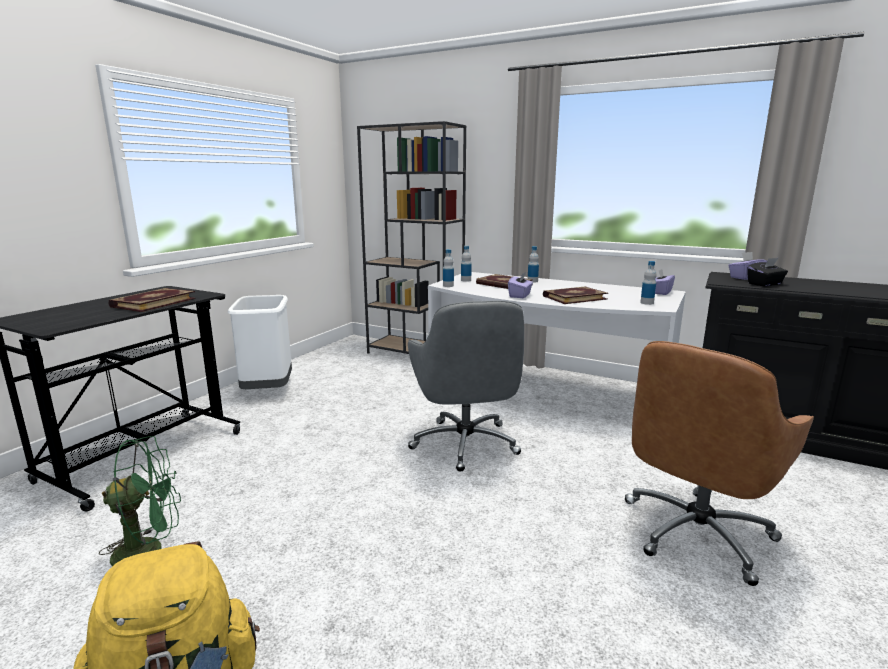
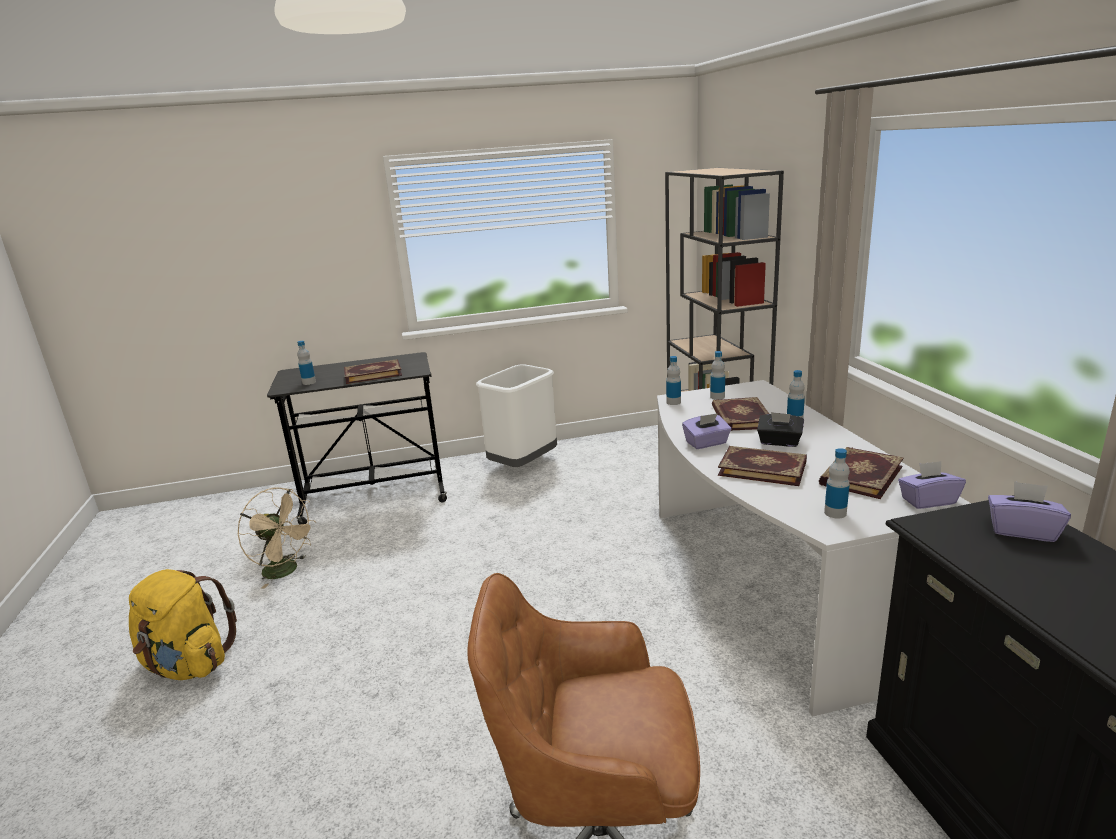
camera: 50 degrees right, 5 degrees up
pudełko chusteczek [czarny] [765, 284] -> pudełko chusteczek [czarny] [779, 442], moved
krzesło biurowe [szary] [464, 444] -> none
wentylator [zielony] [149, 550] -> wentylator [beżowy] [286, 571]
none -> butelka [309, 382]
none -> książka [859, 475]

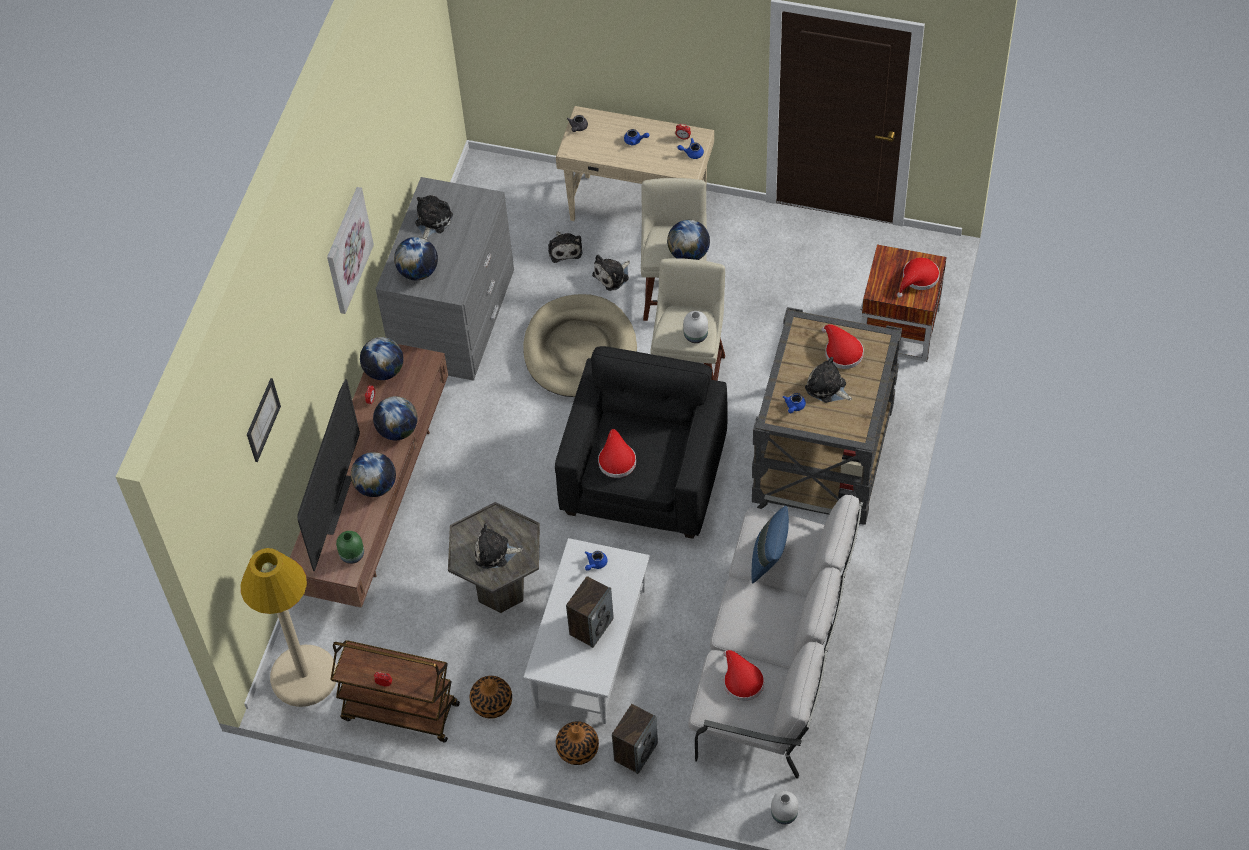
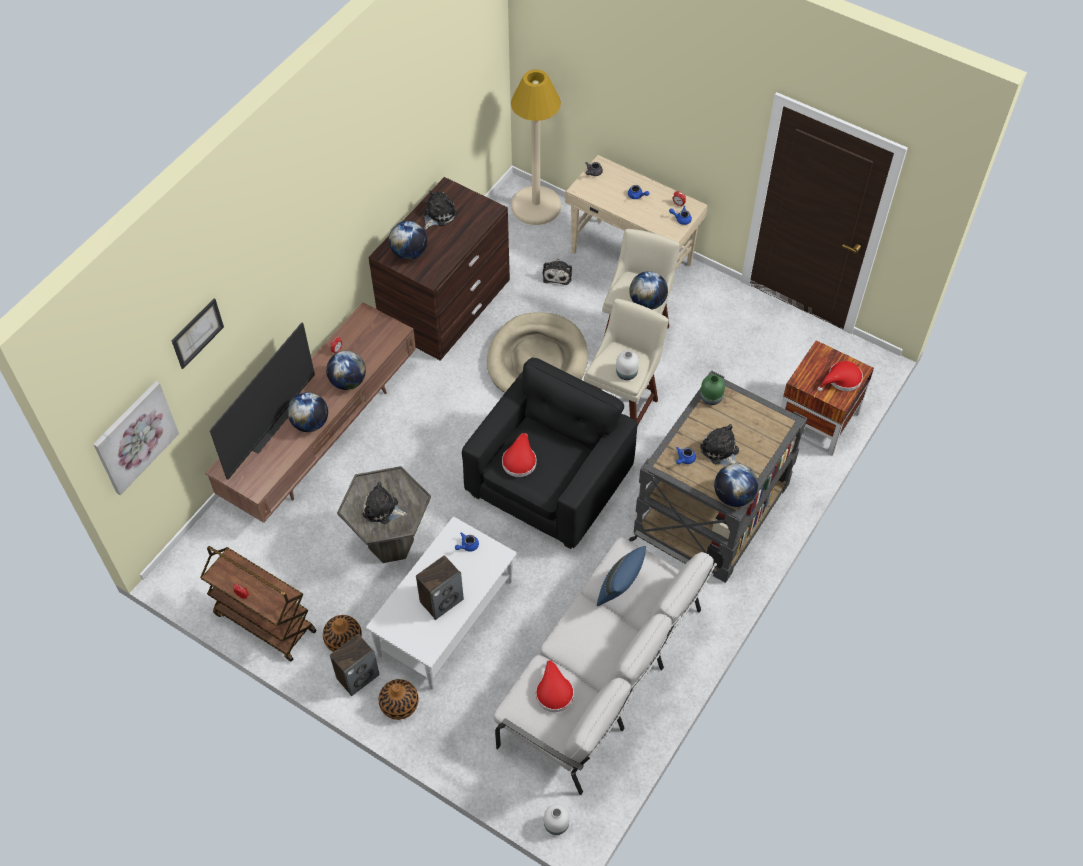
camera: 15 degrees right, 0 degrees up
komoda [szary] [453, 316] -> komoda [brązowy] [445, 303]
obraz [347, 250] -> obraz [135, 437], moved
pluszak [612, 276] -> none
kapelusz [czerwony] [841, 351] -> none
globus [384, 371] -> globus [733, 496], moved
wazon [zielony] [351, 555] -> wazon [zielony] [710, 398], moved
lampa stojąca [beżowy] [304, 676] -> lampa stojąca [beżowy] [536, 206], moved
głośnik [635, 752] -> głośnik [358, 676], moved

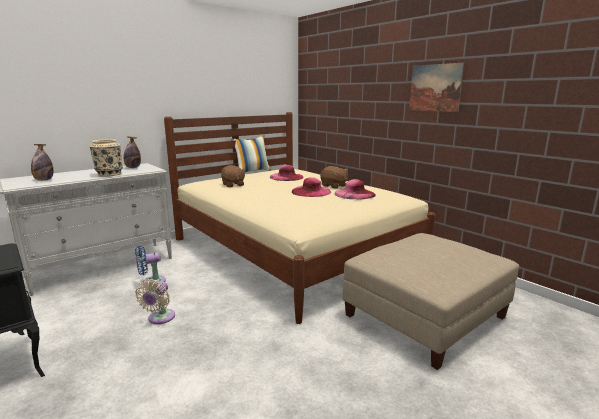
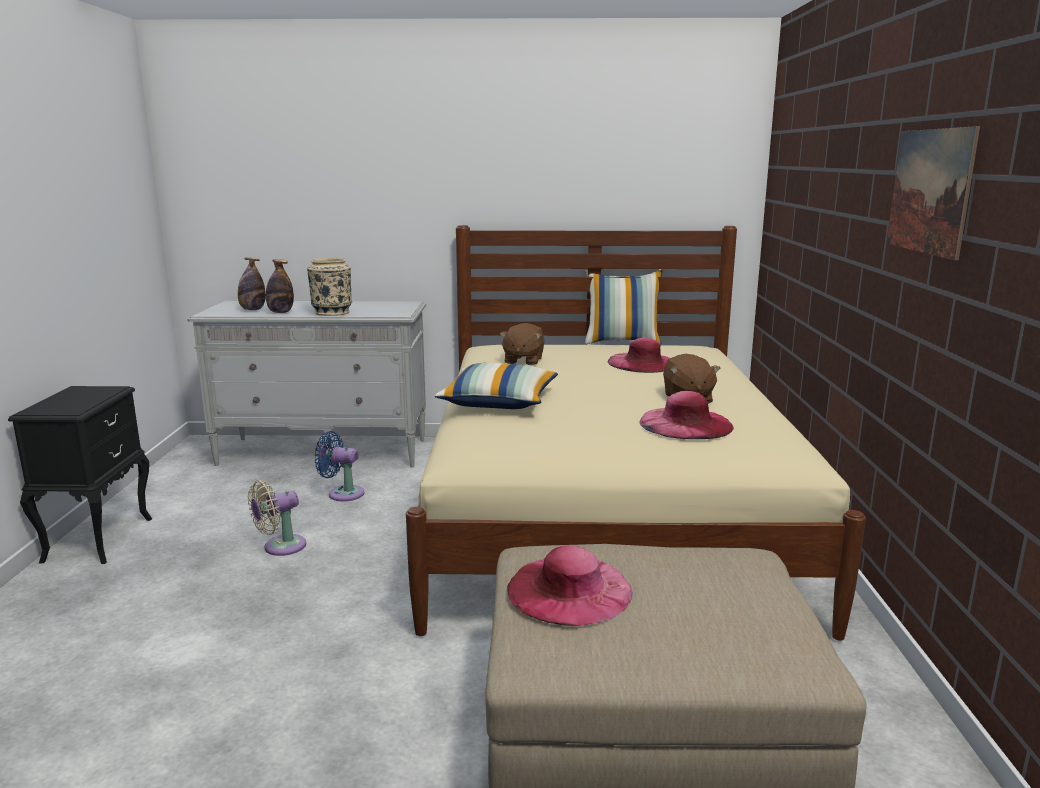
camera: 40 degrees right, 0 degrees up
butelka [133, 167] -> butelka [280, 312], moved
kapelusz [różowy] [311, 191] -> kapelusz [różowy] [569, 590], moved
none -> poduszka [499, 403]

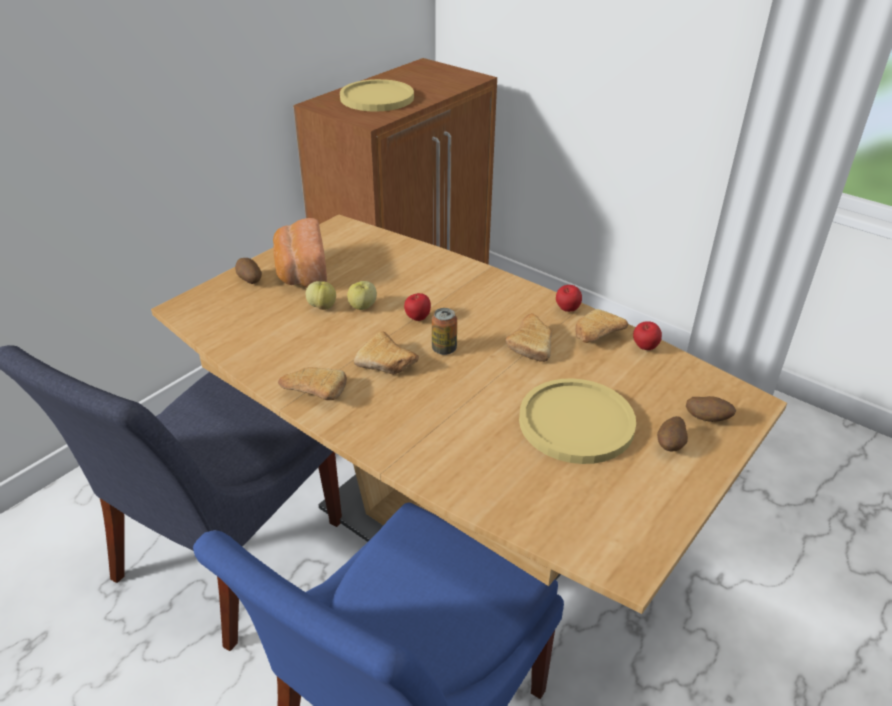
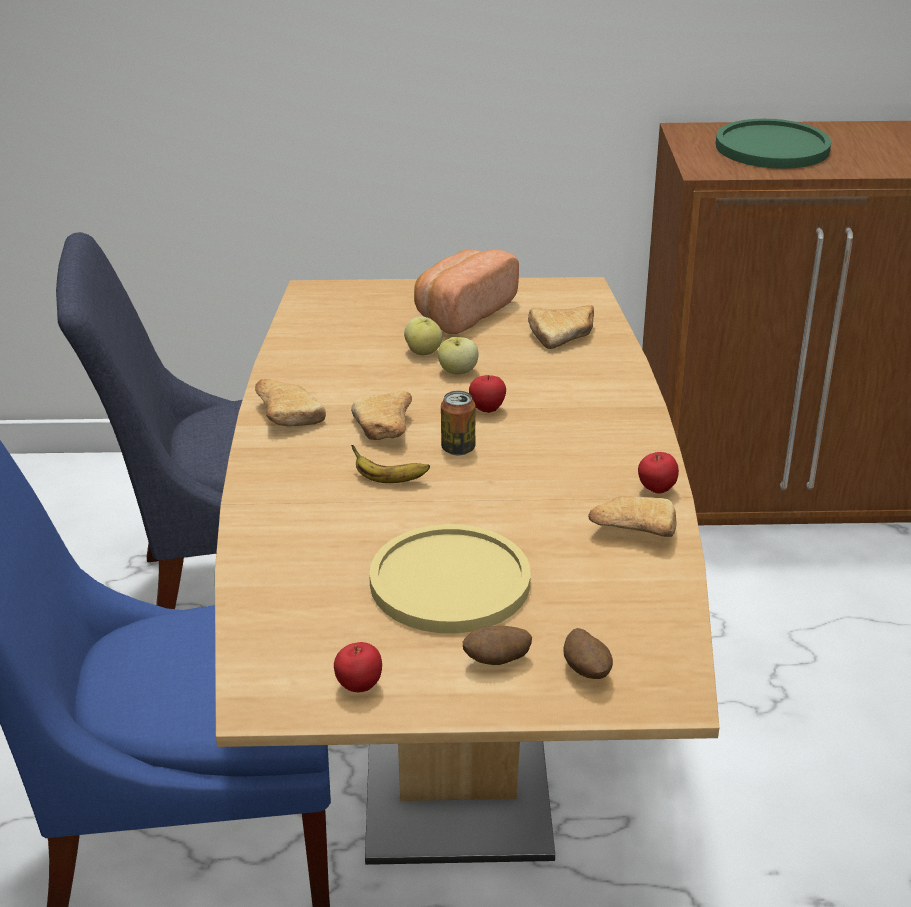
camera: 50 degrees right, 5 degrees down
talerz [żółty] [377, 98] -> talerz [zielony] [772, 147]
ziemniak [249, 280] -> none
chleb [531, 344] -> chleb [565, 335], moved
jabłko [644, 348] -> jabłko [359, 687], moved
none -> banan [388, 480]

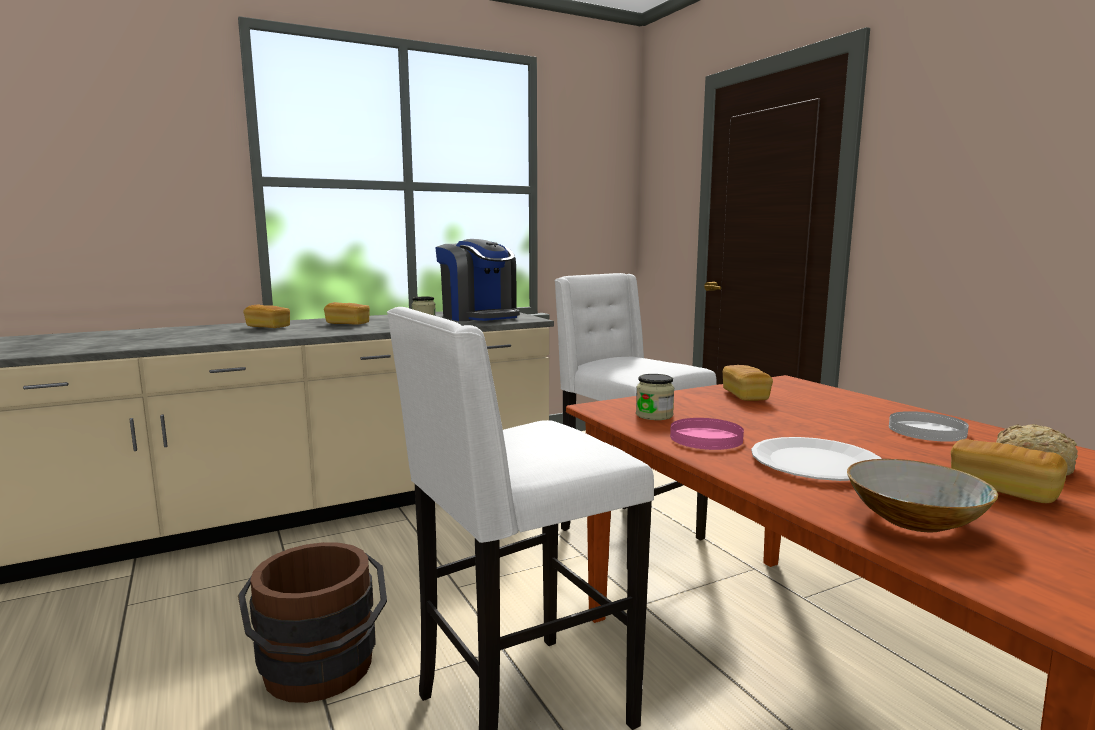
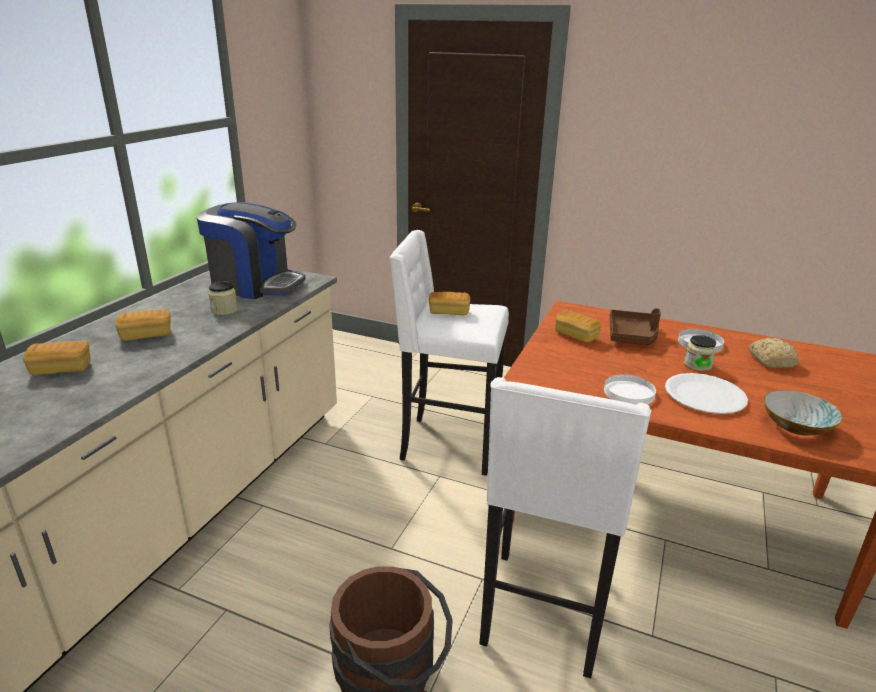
camera: 40 degrees left, 15 degrees up
słoik [654, 415] -> słoik [697, 365], moved
talerz [różowy] [706, 438] -> talerz [biały] [629, 392]
chleb [1002, 491] -> chleb [449, 312], moved
none -> taca [brązowy] [632, 336]

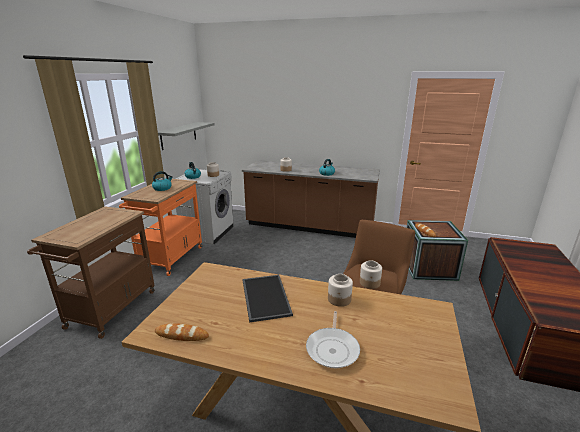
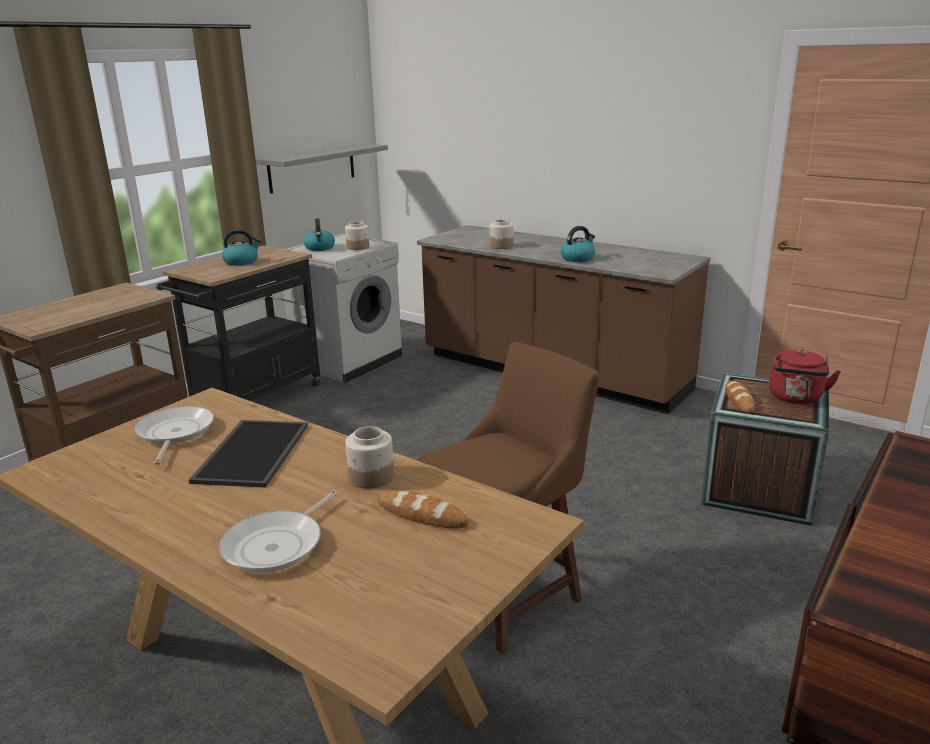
camera: 20 degrees right, 0 degrees up
wózek [pomarańczowy] [170, 259] -> wózek [czarny] [254, 398]
słoik [370, 283] -> none
chleb [182, 335] -> chleb [422, 515], moved
none -> czajnik [czerwony] [795, 398]
none -> patelnia [174, 433]

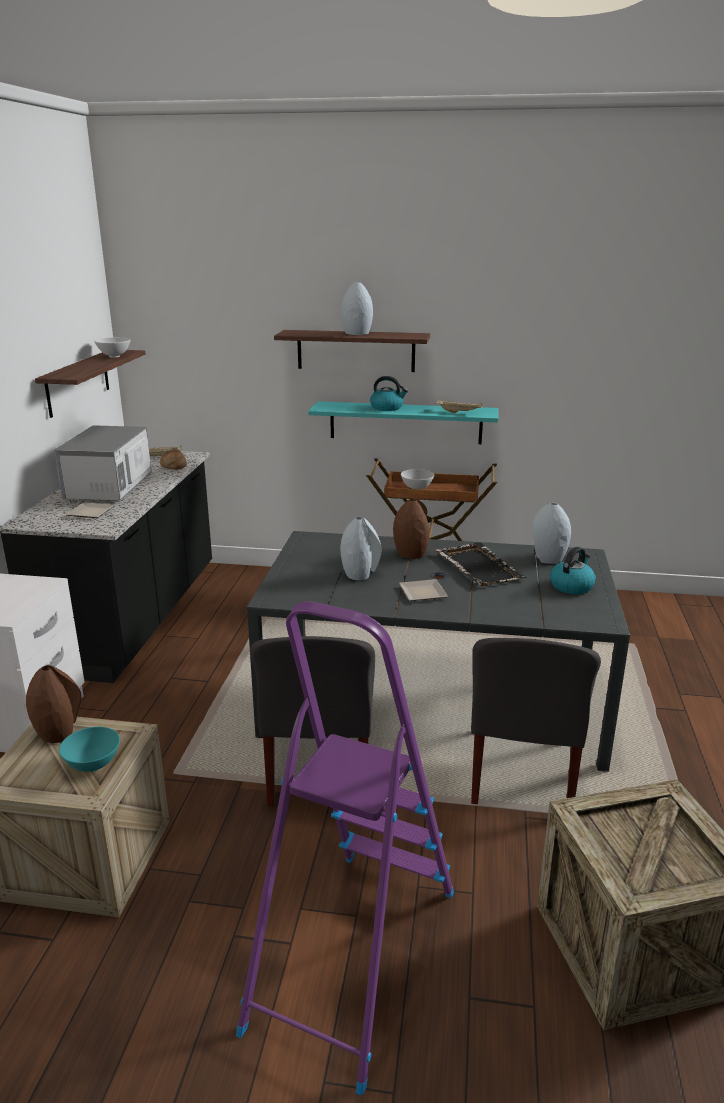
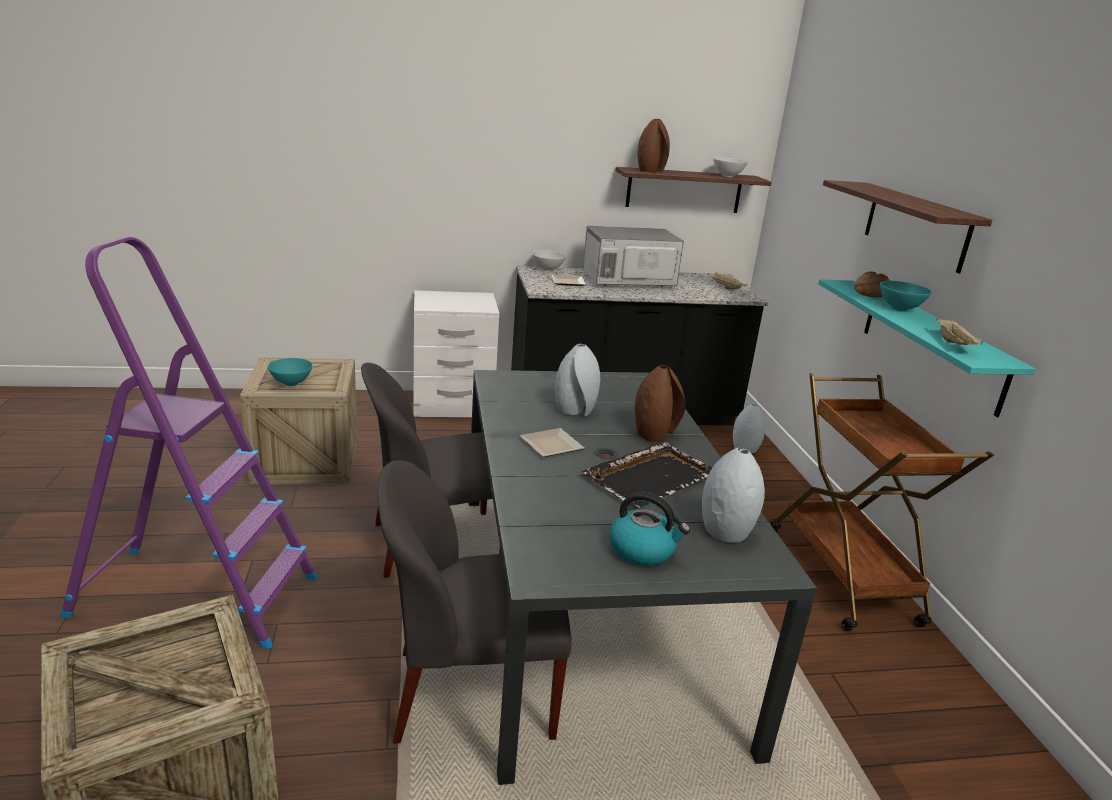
camera: 70 degrees right, 0 degrees up
wazon [szary] [357, 333] -> wazon [szary] [744, 448], moved
czajnik [387, 408] -> miska [turkusowy] [900, 309]
chleb [173, 466] -> chleb [870, 293], moved
miska [biały] [416, 489] -> miska [biały] [547, 269], moved
wazon [brązowy] [58, 732] -> wazon [brązowy] [651, 171], moved

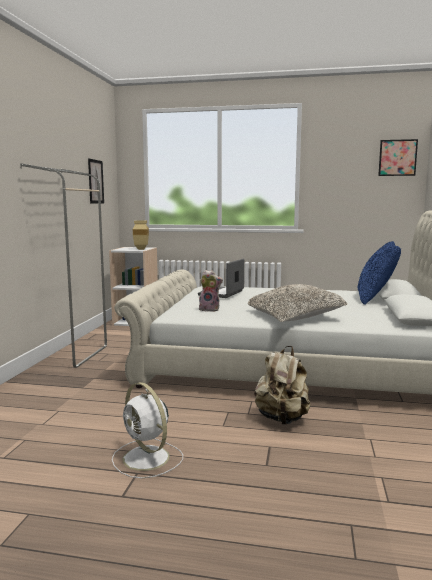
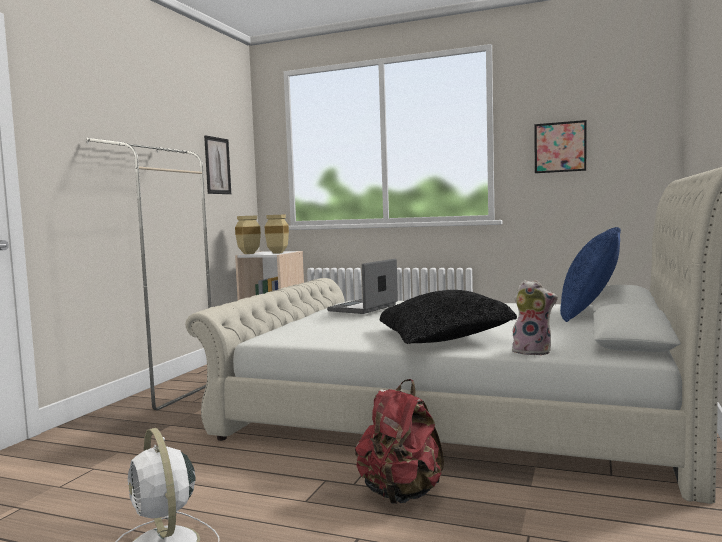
camera: 10 degrees right, 5 degrees down
obraz [397, 157] -> obraz [560, 147], moved
pluszak [210, 309] -> pluszak [533, 351], moved
poduszka [beżowy] [294, 316] -> poduszka [czarny] [442, 337]
plecak [beżowy] [282, 419] -> plecak [czerwony] [401, 494]
none -> wazon [beżowy] [250, 253]

